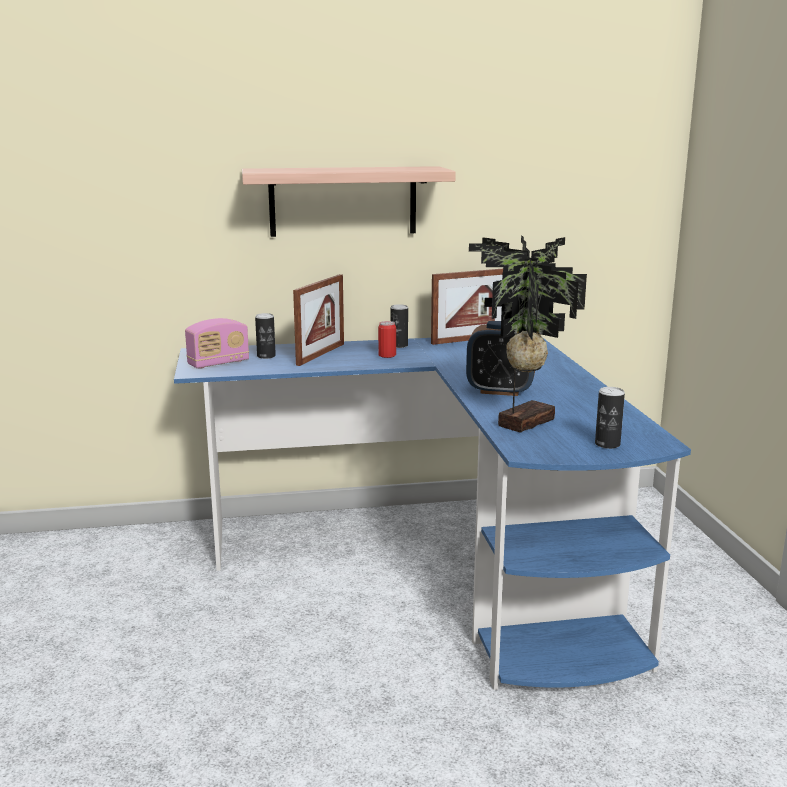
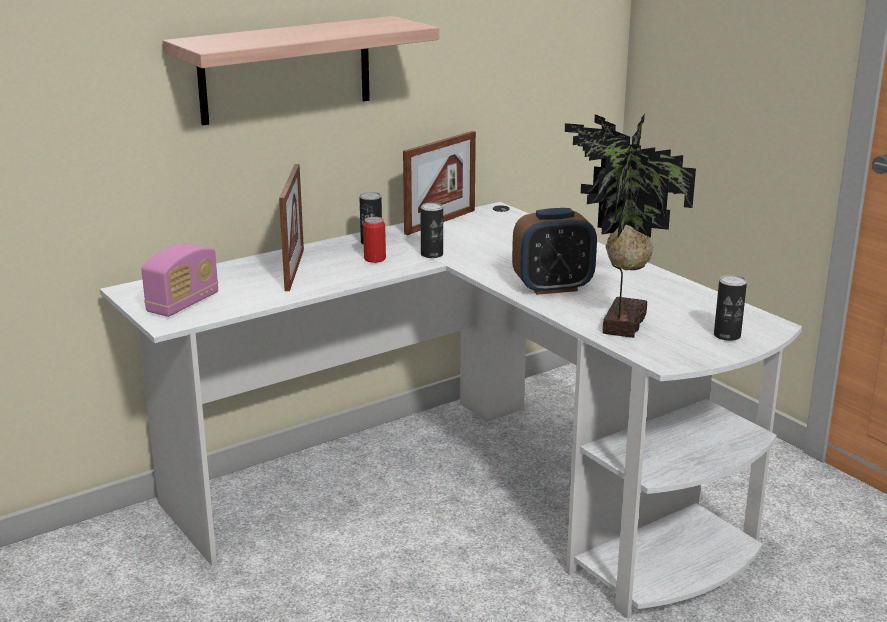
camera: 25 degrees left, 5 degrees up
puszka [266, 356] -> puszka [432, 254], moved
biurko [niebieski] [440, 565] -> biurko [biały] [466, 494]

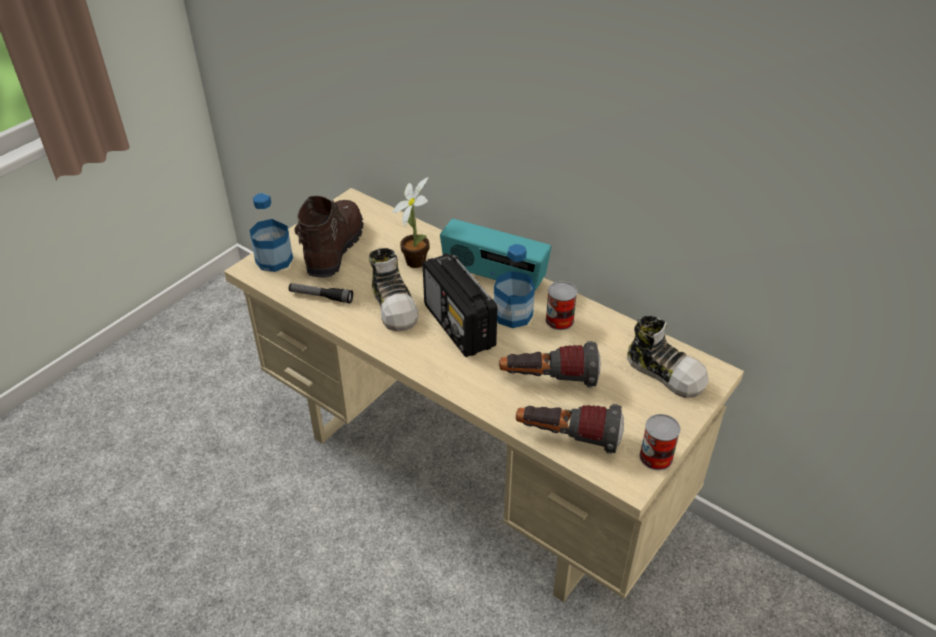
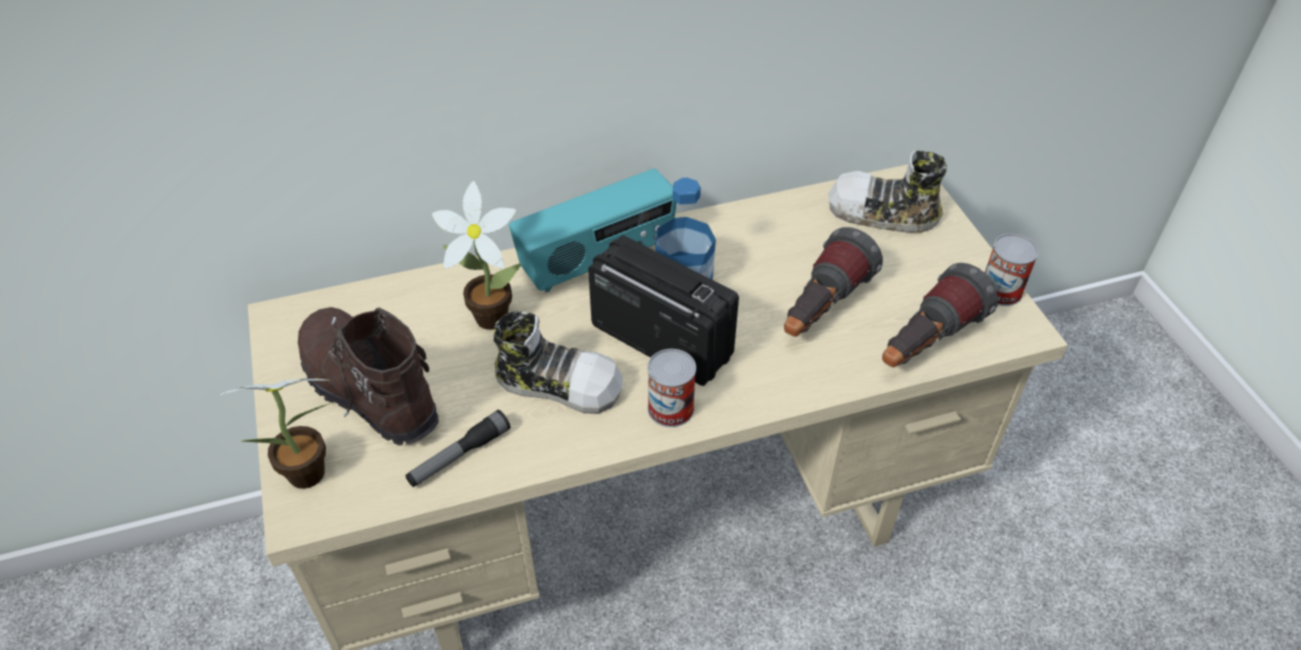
camera: 55 degrees left, 5 degrees up
butelka [274, 260] -> roślina doniczkowa [313, 474]
radio [459, 326] -> radio [660, 340], 150 degrees counterclockwise
puszka [559, 320] -> puszka [670, 408], moved
but [665, 372] -> but [882, 214], 150 degrees counterclockwise

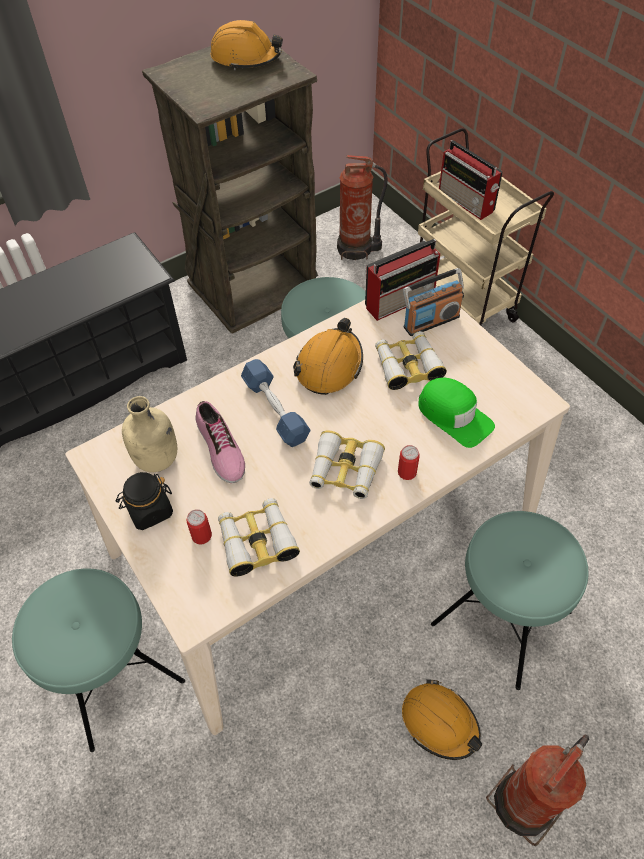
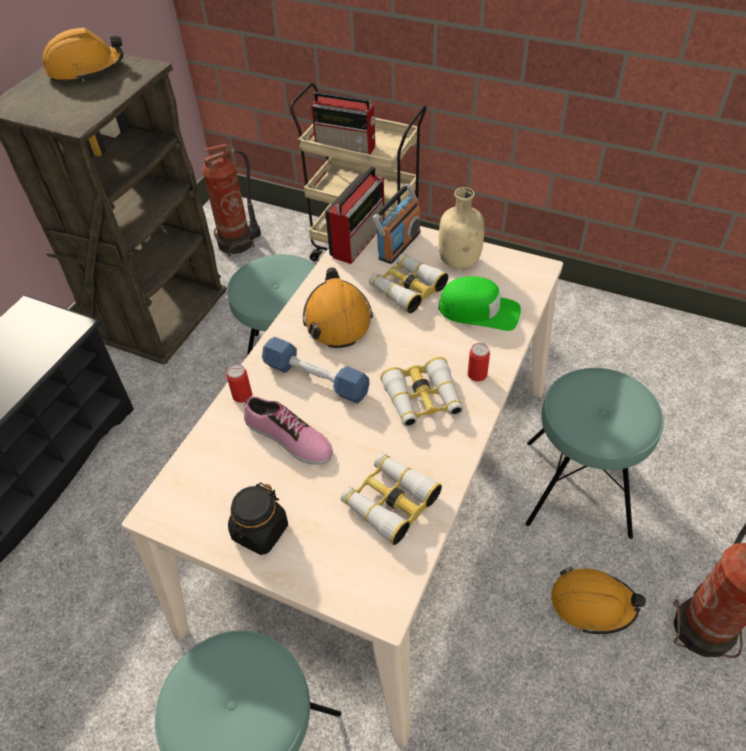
camera: 30 degrees left, 5 degrees down
butelka [beżowy] [158, 459] -> butelka [beżowy] [460, 261], moved
puszka [201, 536] -> puszka [242, 395], moved

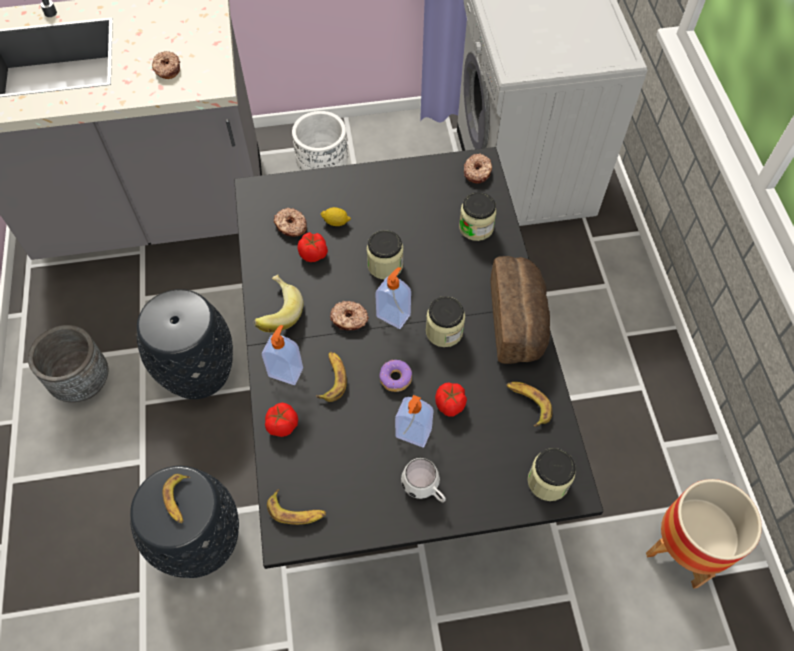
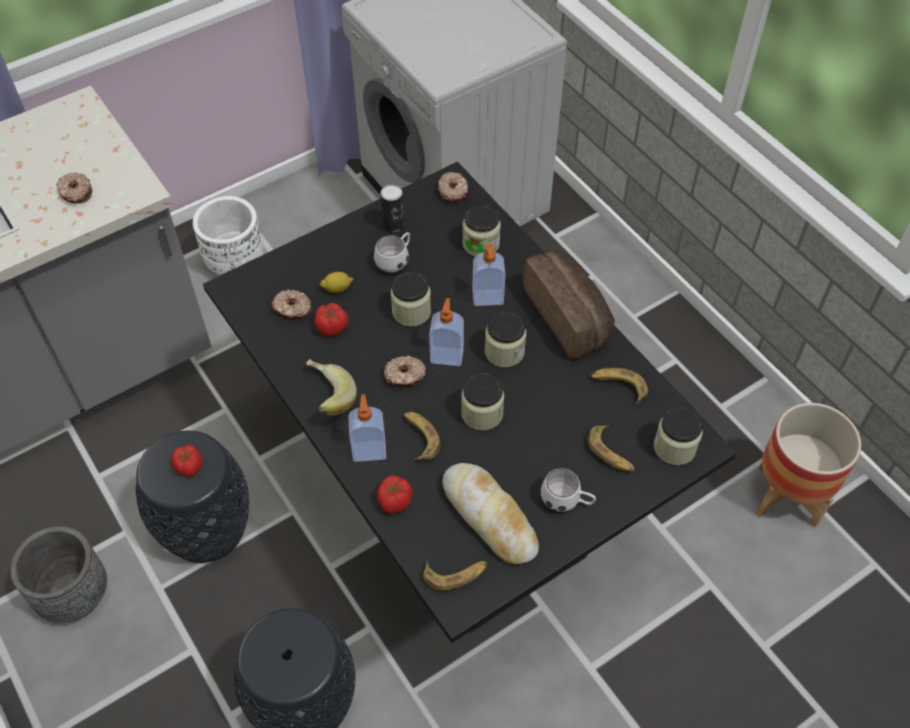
camera: 25 degrees left, 5 degrees down
donut [395, 378] -> słoik [482, 413]
pomidor [450, 405] -> pomidor [189, 467], moved
dozownik mydła [413, 434] -> dozownik mydła [488, 298], moved
banan [178, 500] -> banan [610, 453], moved
none -> puszka [393, 226]
none -> kubek [biały] [395, 260]
none -> chleb [489, 517]

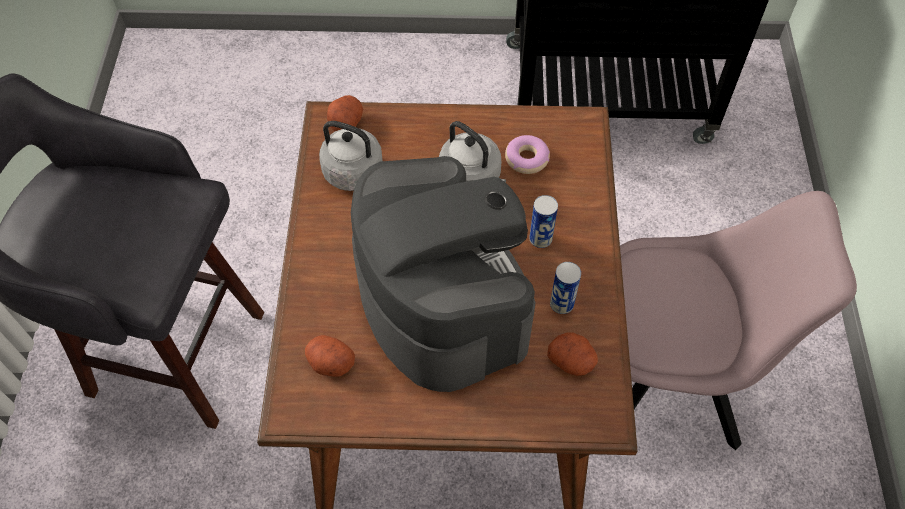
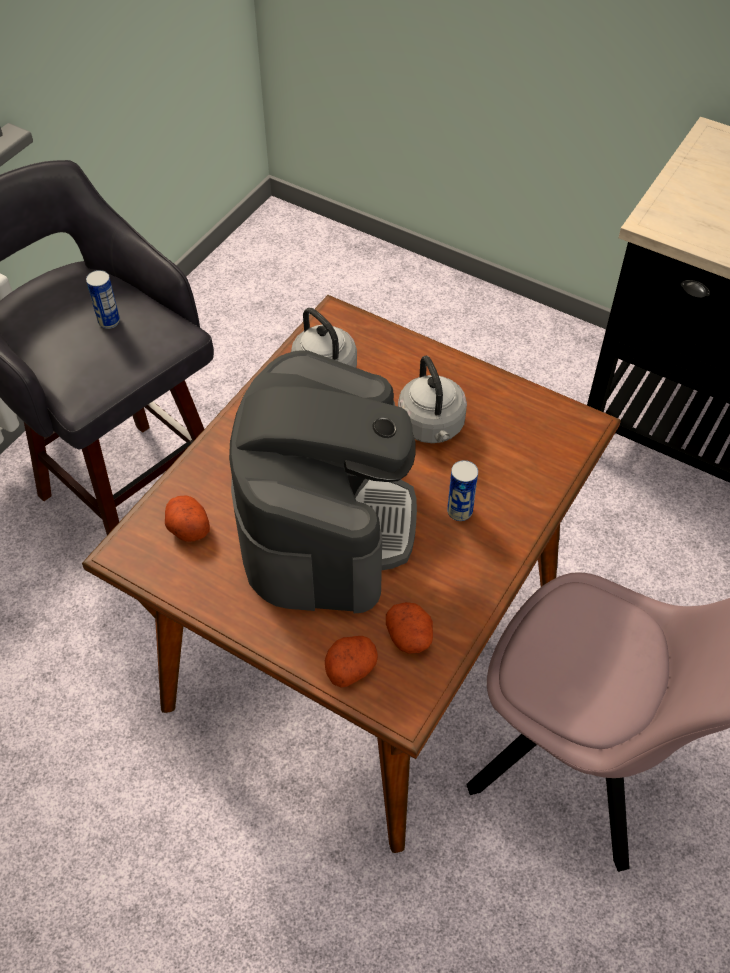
camera: 30 degrees right, 5 degrees down
ziemniak [345, 122] -> ziemniak [350, 667], moved
donut [527, 159] -> none
puszka [561, 304] -> puszka [109, 321], moved

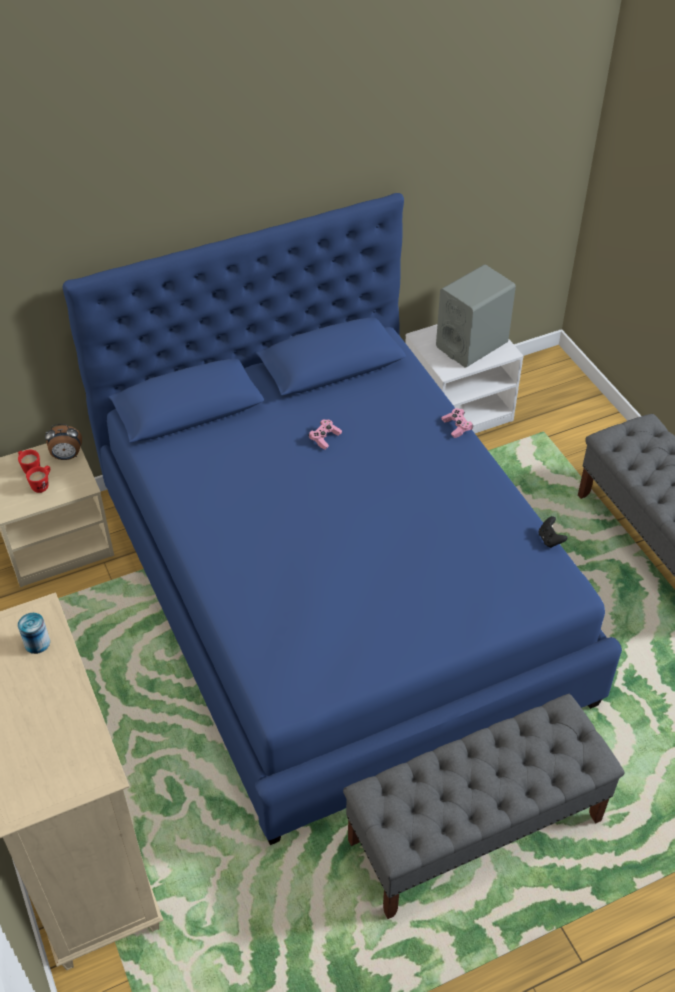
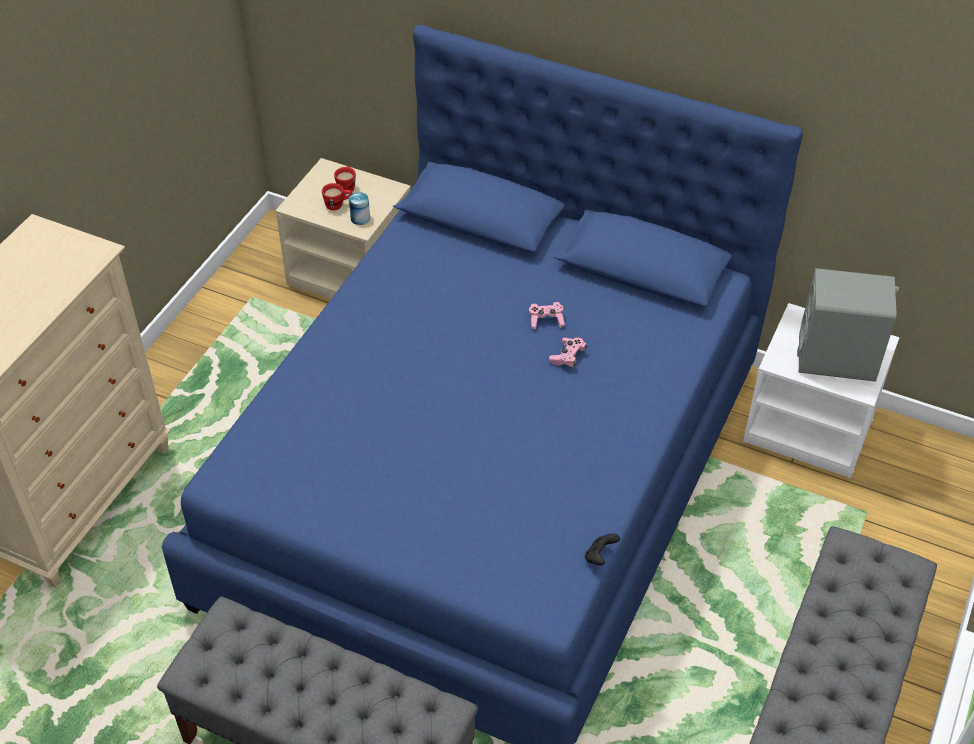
camera: 50 degrees right, 0 degrees up
pad do gier [różowy] [457, 427] -> pad do gier [różowy] [567, 357], moved
budzik [67, 456] -> none
puszka [37, 643] -> puszka [360, 218], moved

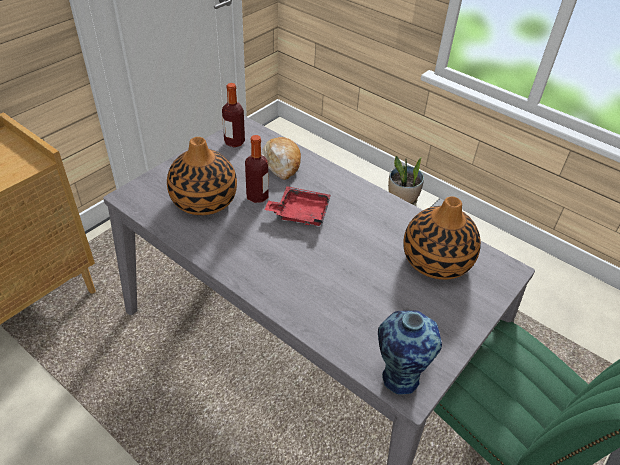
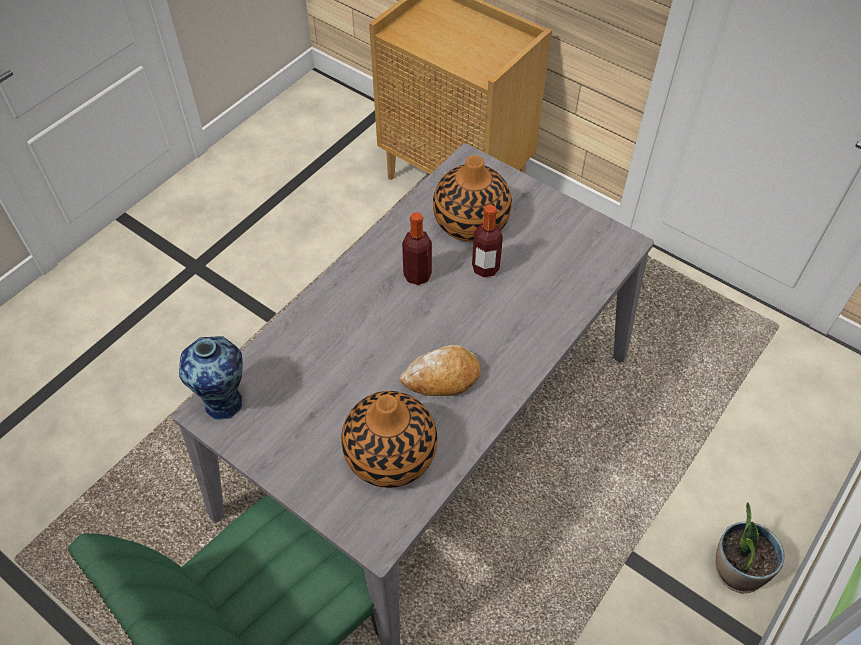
camera: 90 degrees right, 10 degrees up
butelka [234, 142] -> butelka [417, 275], moved
chleb [282, 163] -> chleb [442, 377], moved
taca [czerwony] [300, 213] -> none

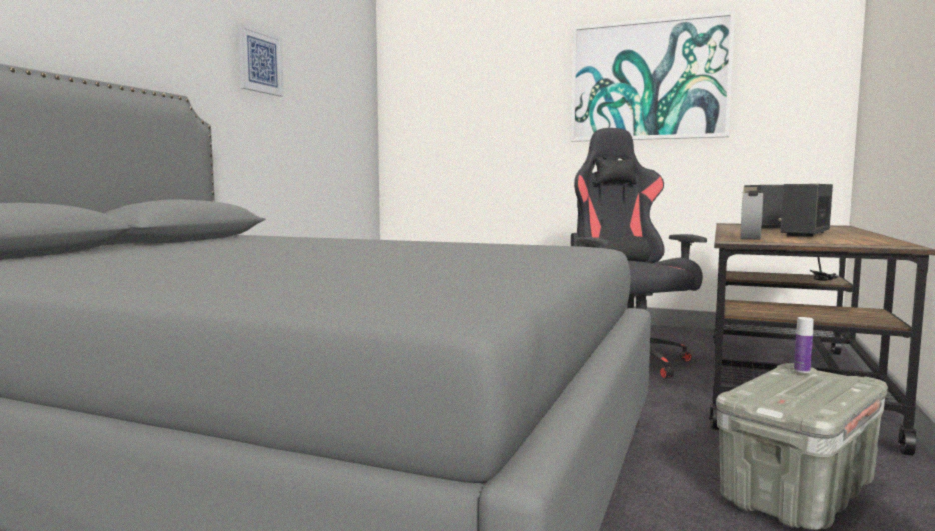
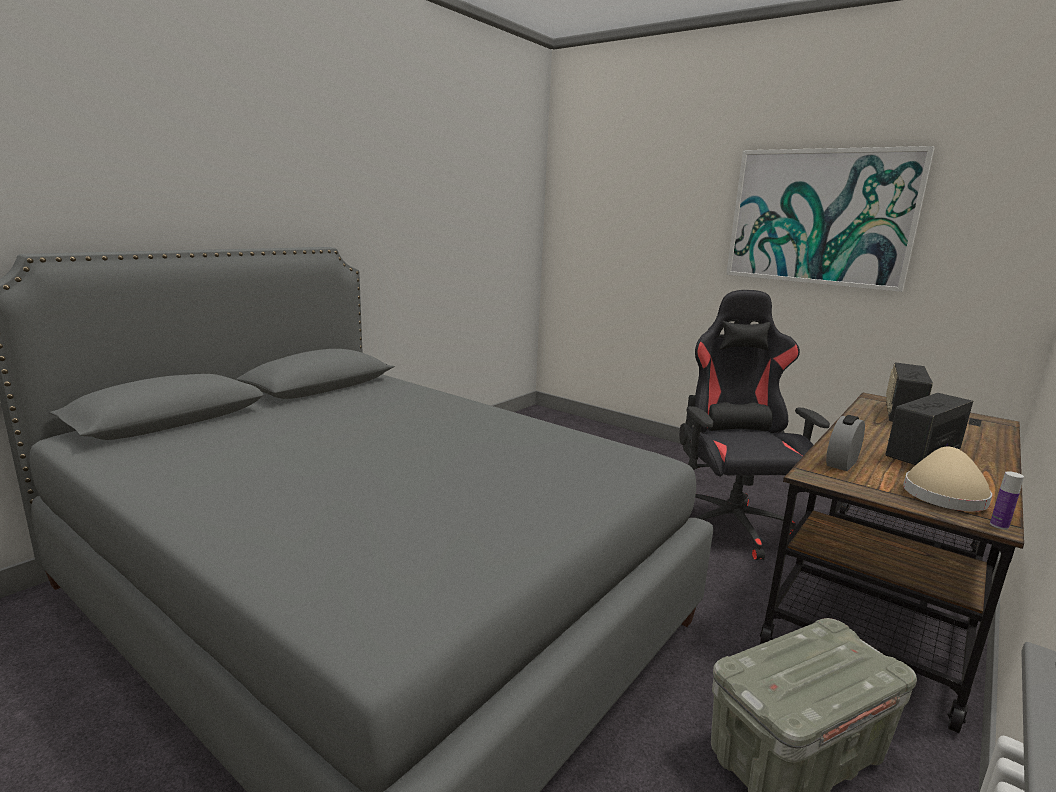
camera: 15 degrees right, 10 degrees up
obraz [259, 62] -> none
butelka [802, 370] -> butelka [999, 525], moved
none -> kapelusz [beżowy] [943, 494]

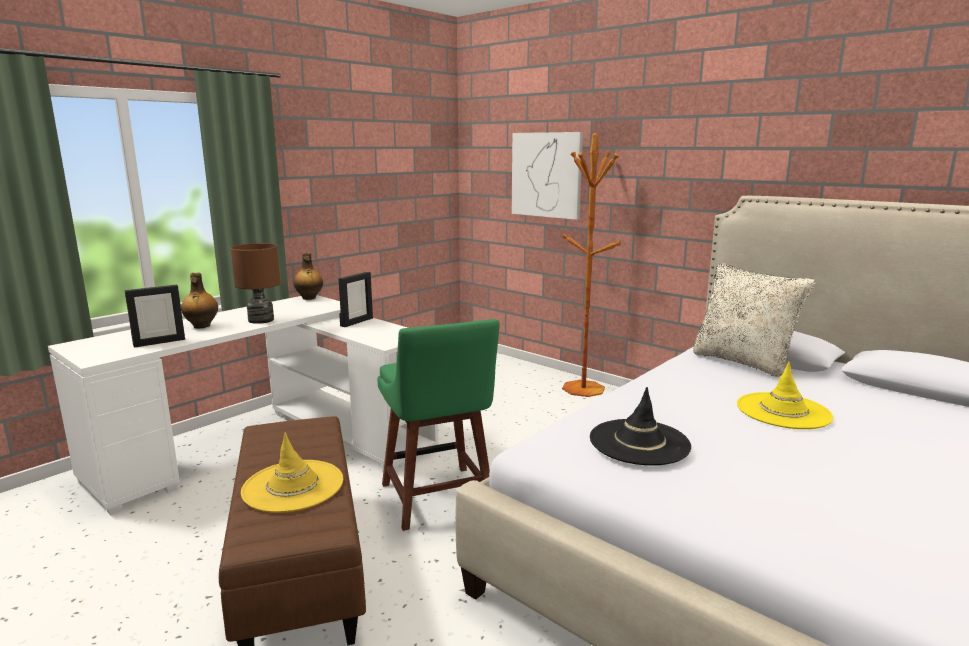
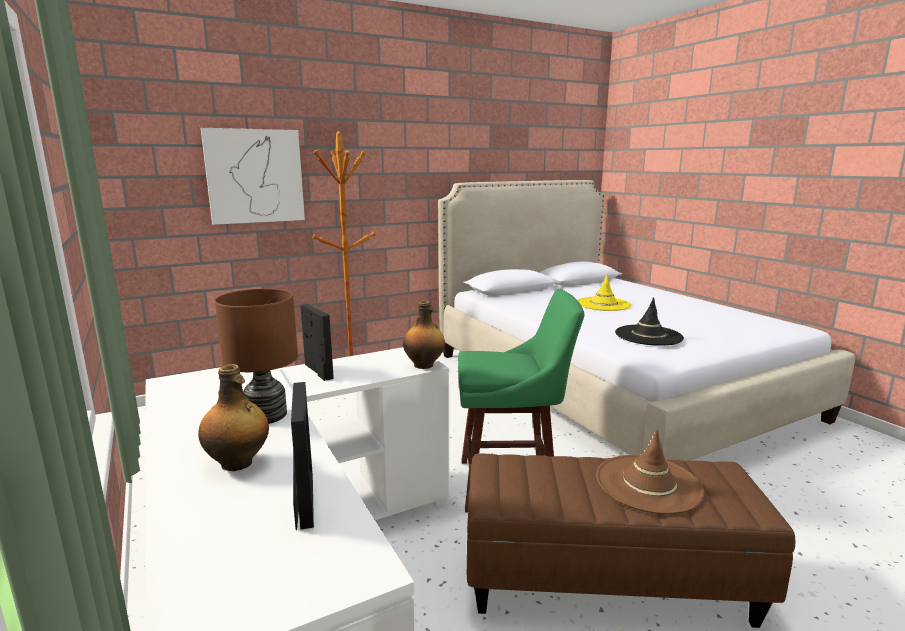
camera: 70 degrees left, 0 degrees up
butelka [309, 298] -> butelka [424, 365], moved
poduszka [beżowy] [742, 364] -> none
kapelusz [żółty] [293, 486] -> kapelusz [brązowy] [648, 484]

